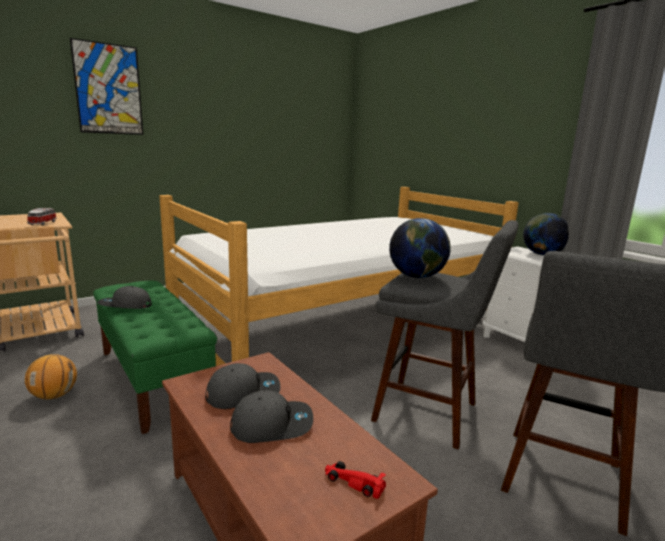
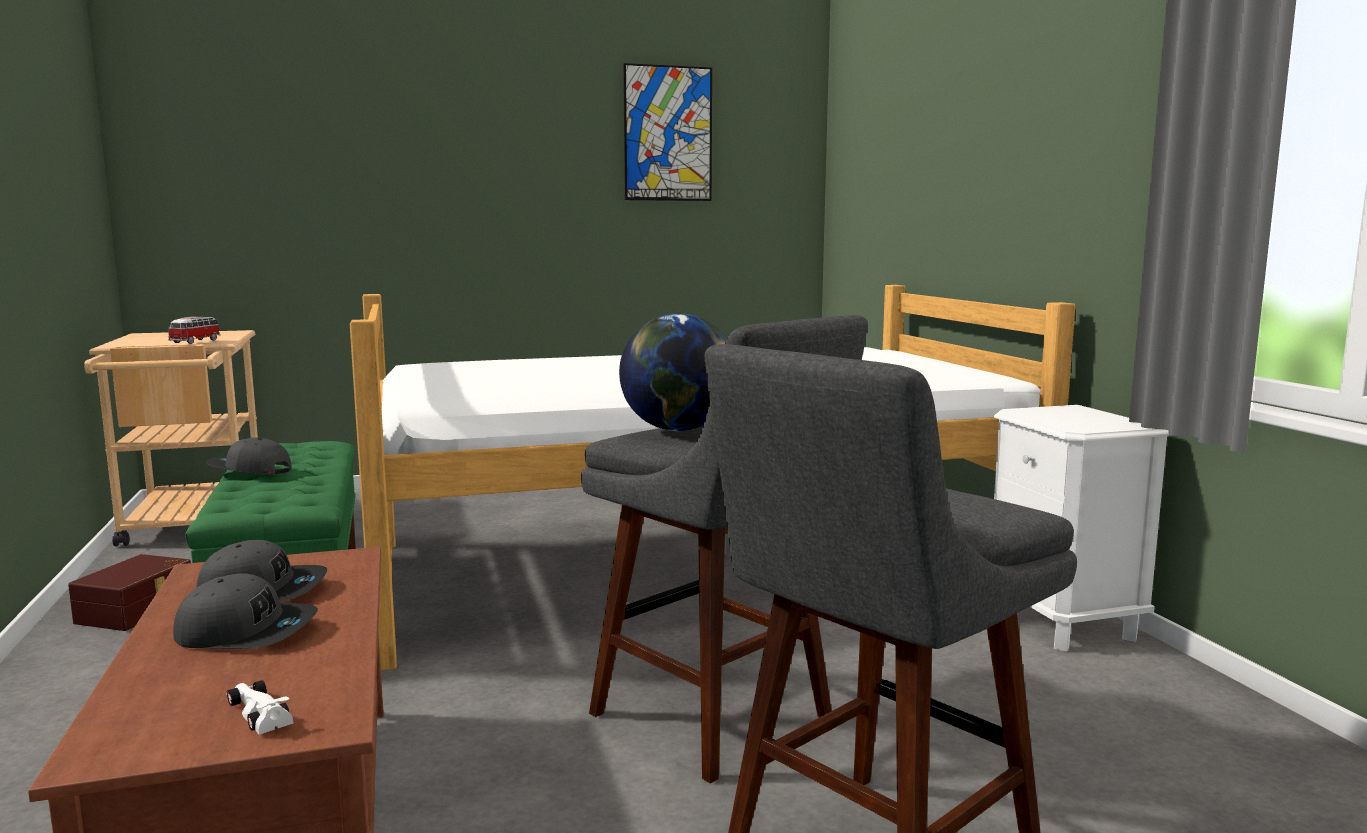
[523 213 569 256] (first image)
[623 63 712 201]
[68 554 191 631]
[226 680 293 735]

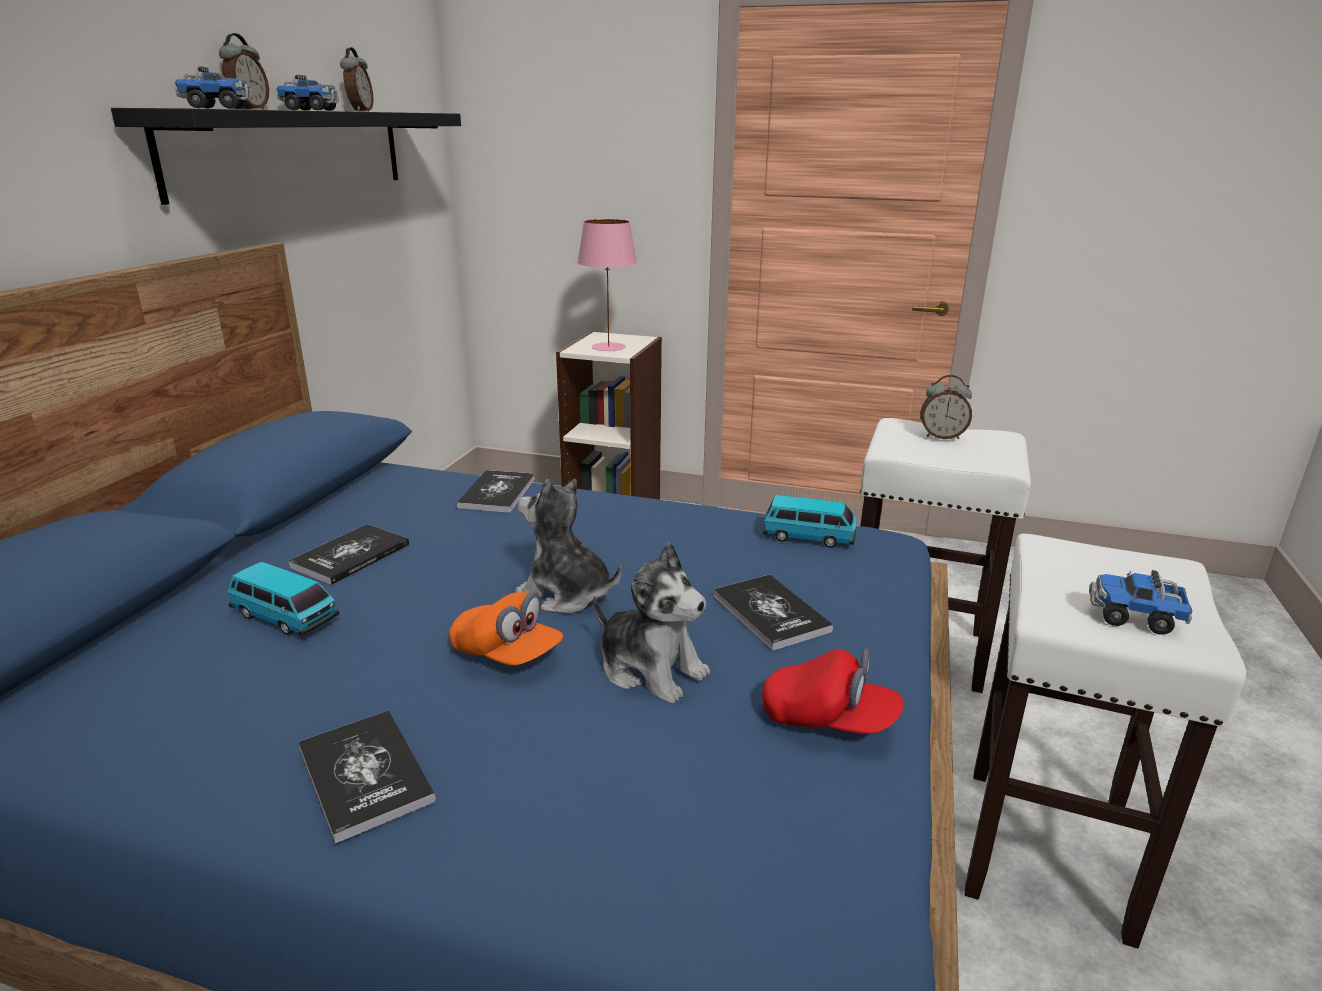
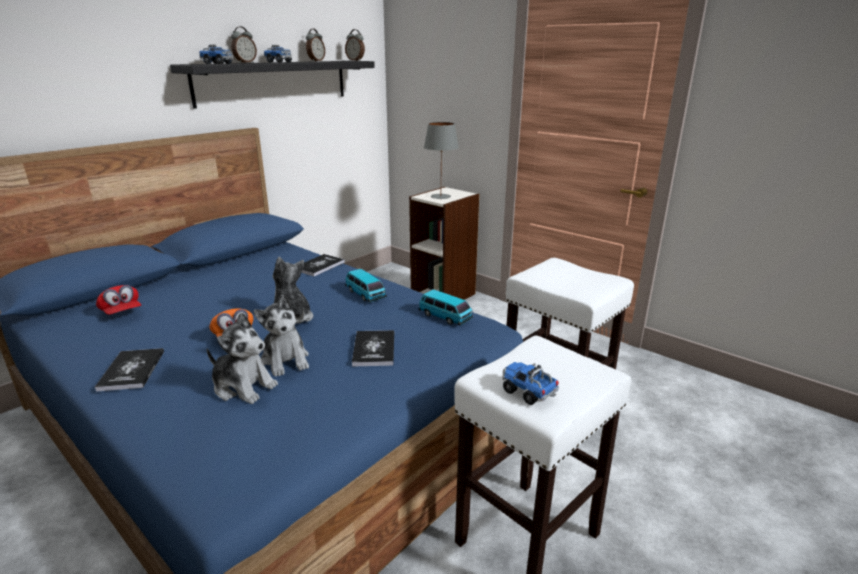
[288 524 410 585] (first image)
[207 312 278 404]
[345 269 387 302]
[96 285 141 315]
[345 29 365 61]
[424 122 459 199]

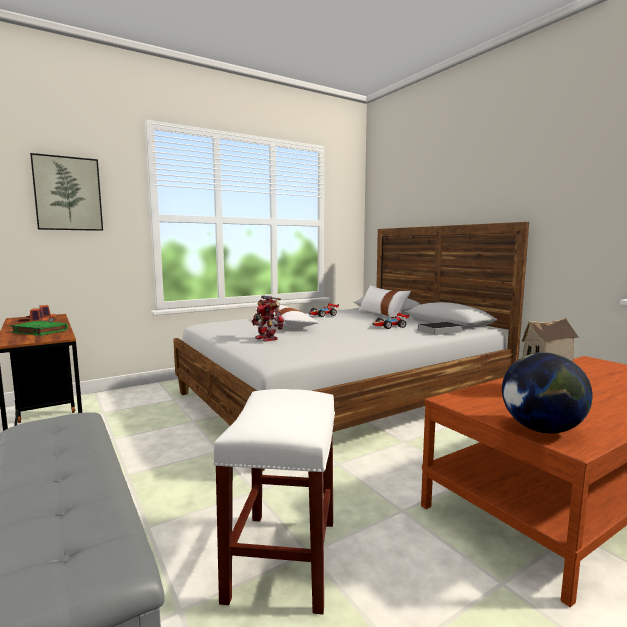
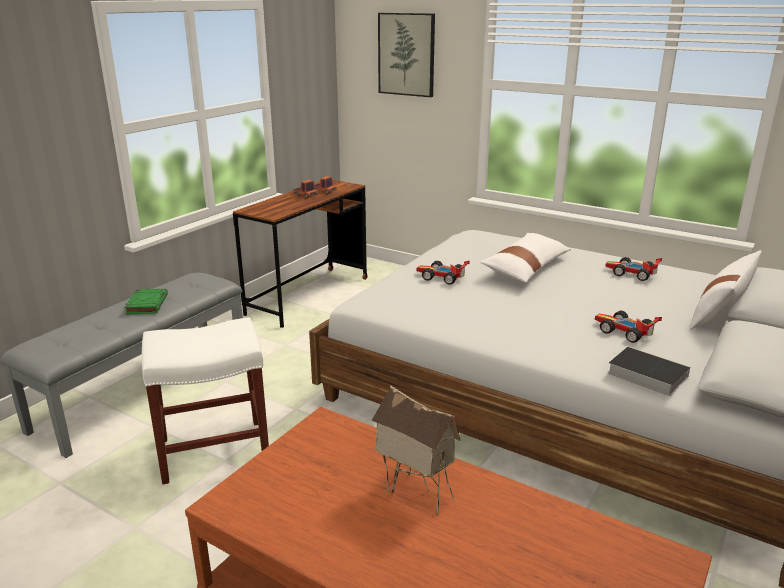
[502 352 593 433] (first image)
[124 289 168 315]
[416 260 470 285]

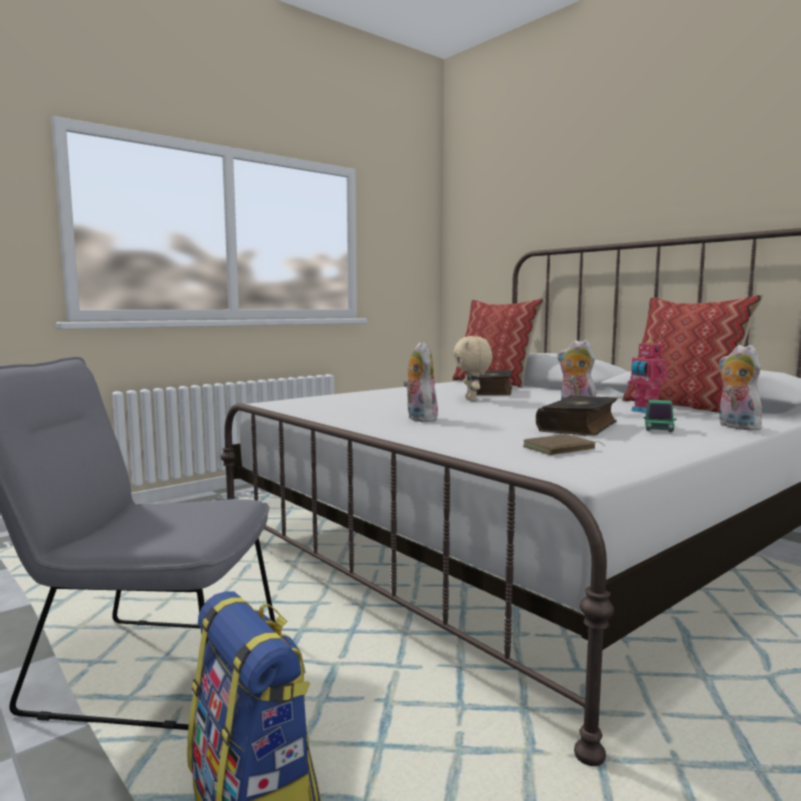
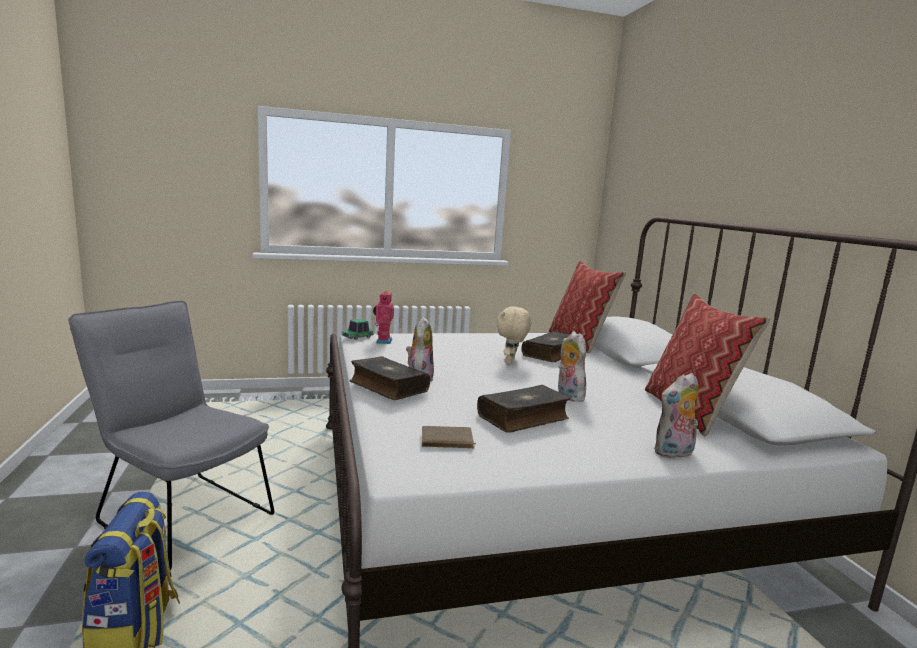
[350 356 430 400]
[373 290 394 344]
[342 319 374 340]
[654 373 699 459]

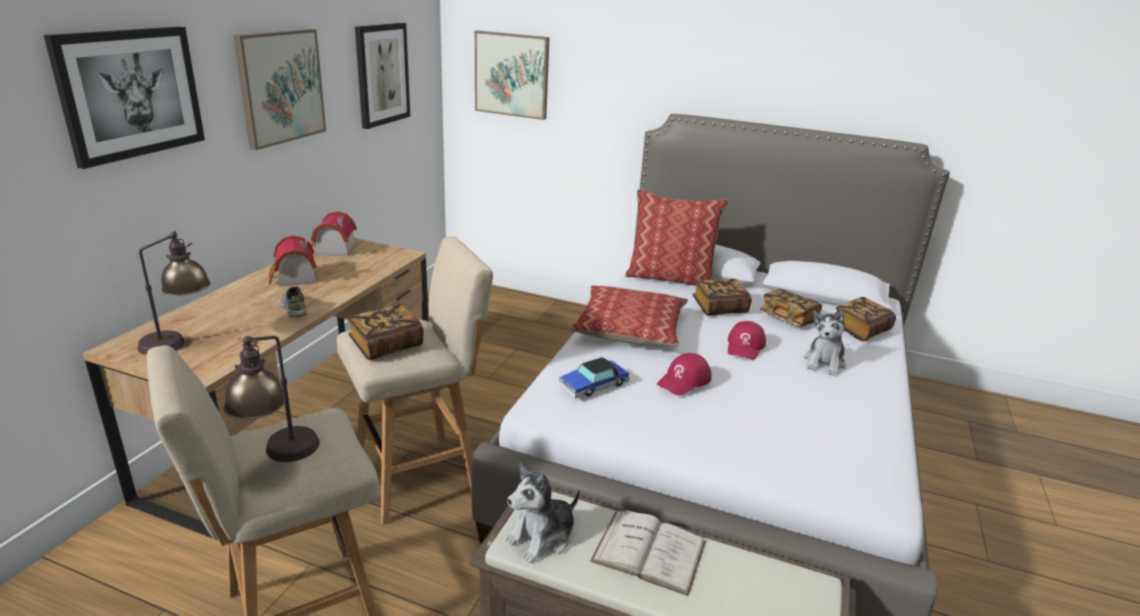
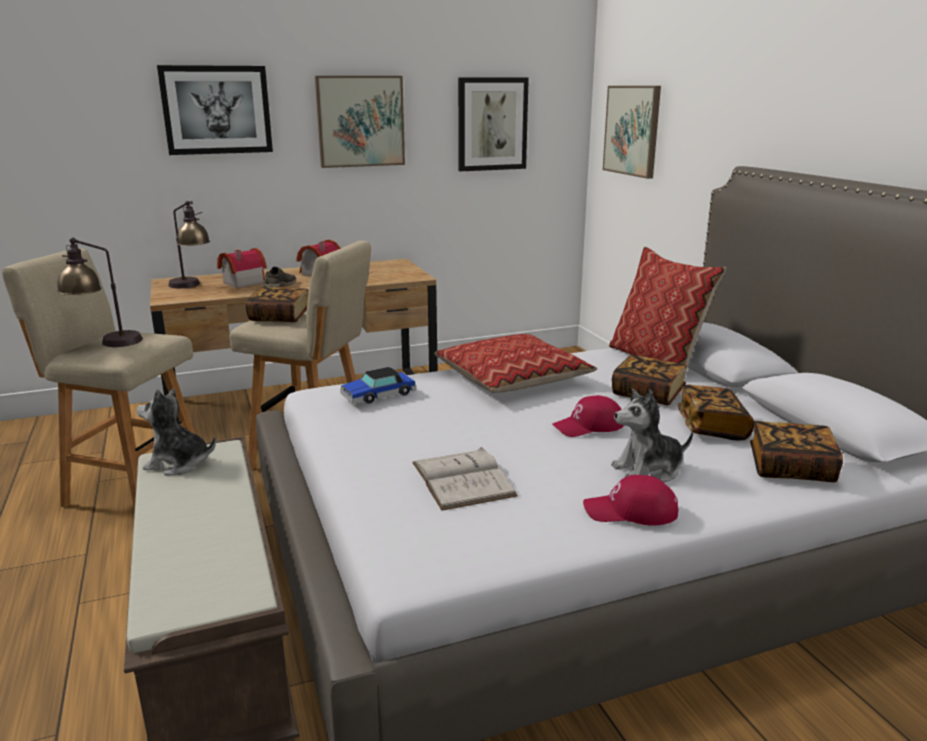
[217 248 267 288]
[412 447 518 511]
[583 475 678 525]
[340 367 416 404]

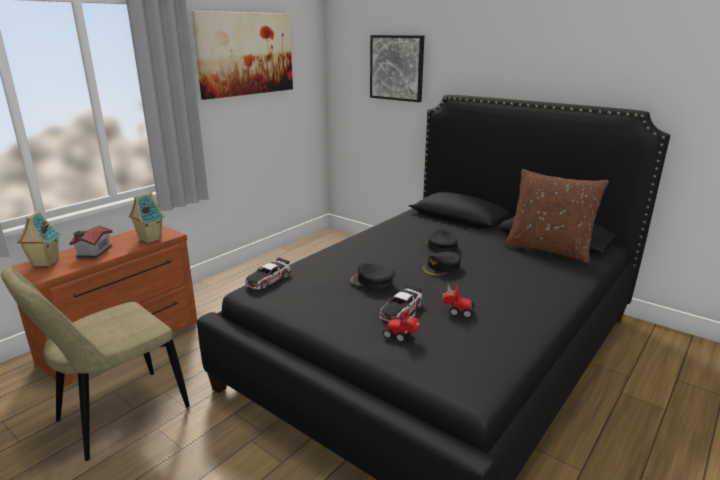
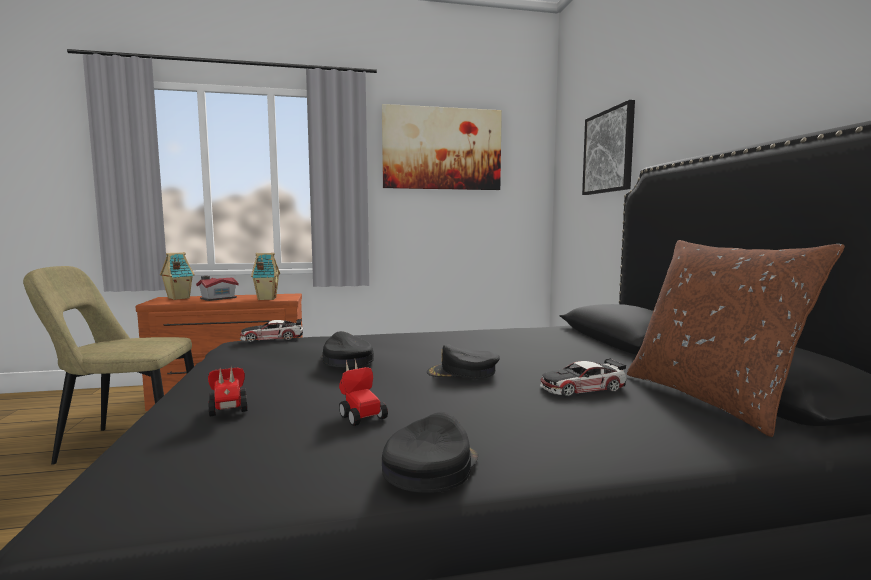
[540 358 627 396]
[382 412 478 493]

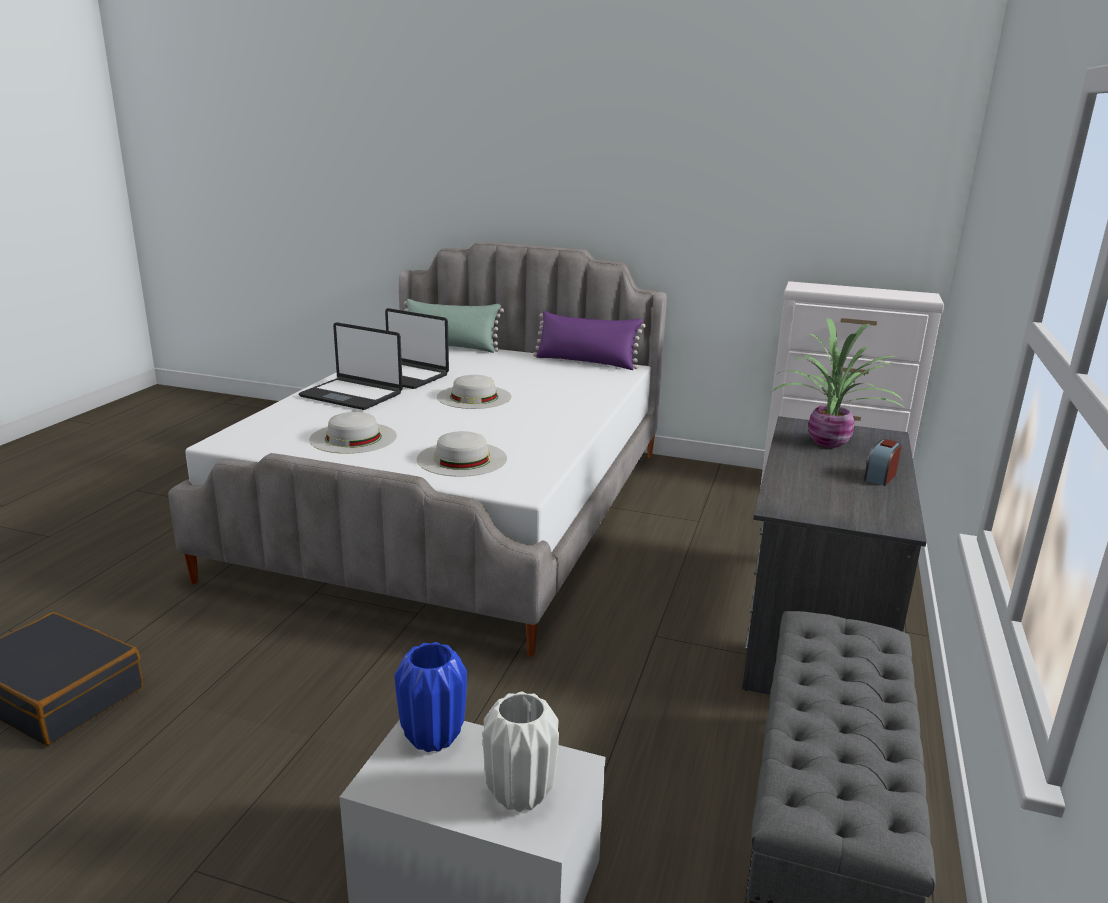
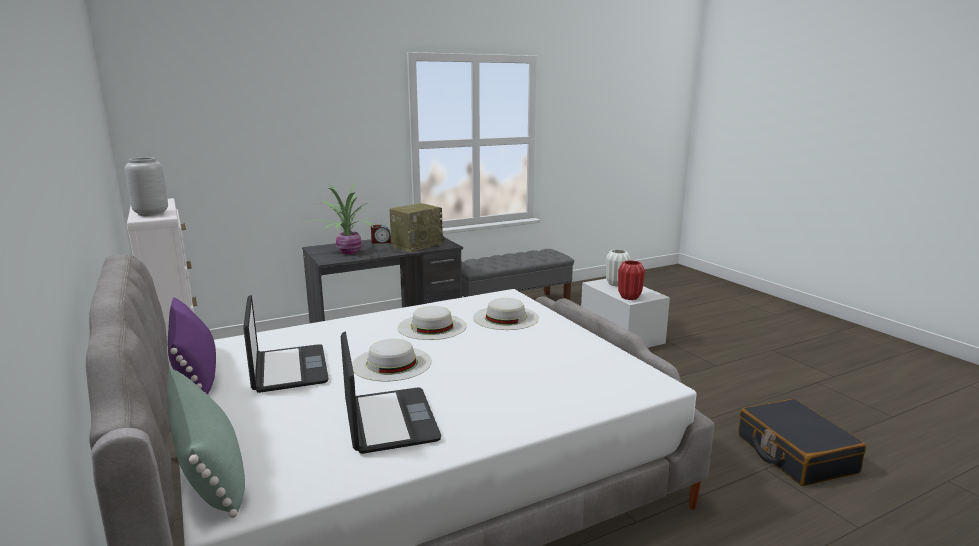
[125 157 168 216]
[389 203 445 252]
[243 295 329 393]
[398 306 467 340]
[618 260 645 300]

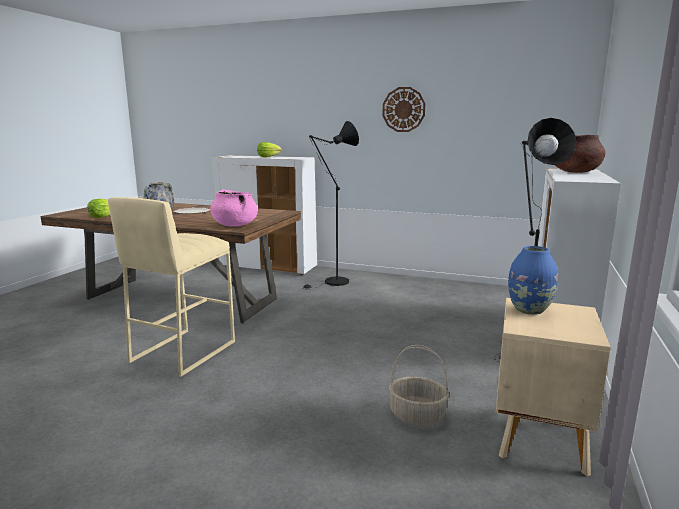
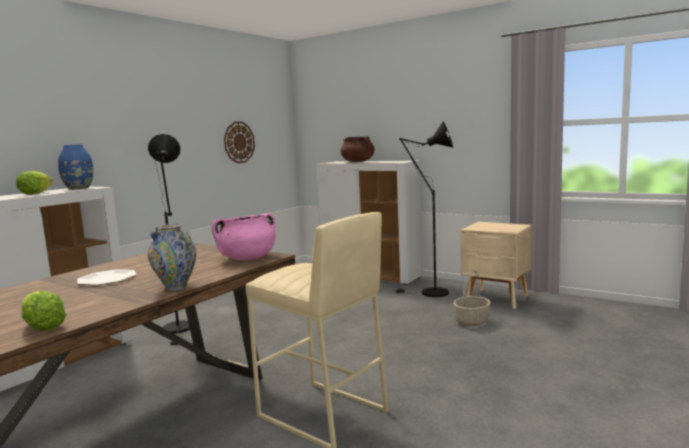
[224 122 255 163]
[58 144 94 190]

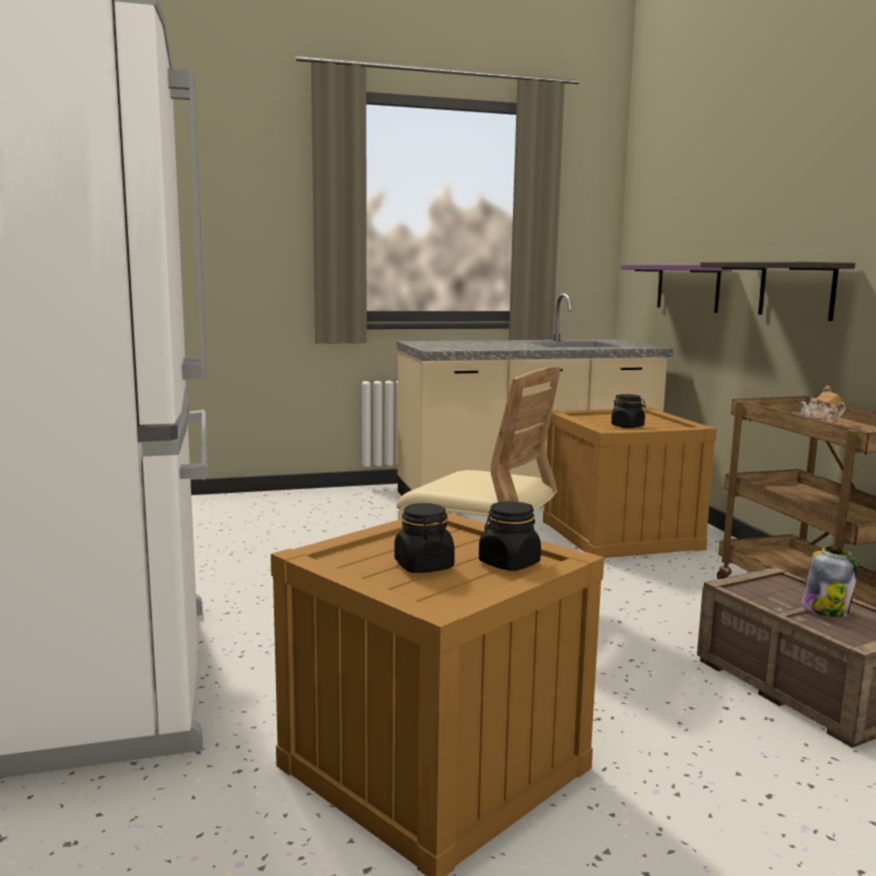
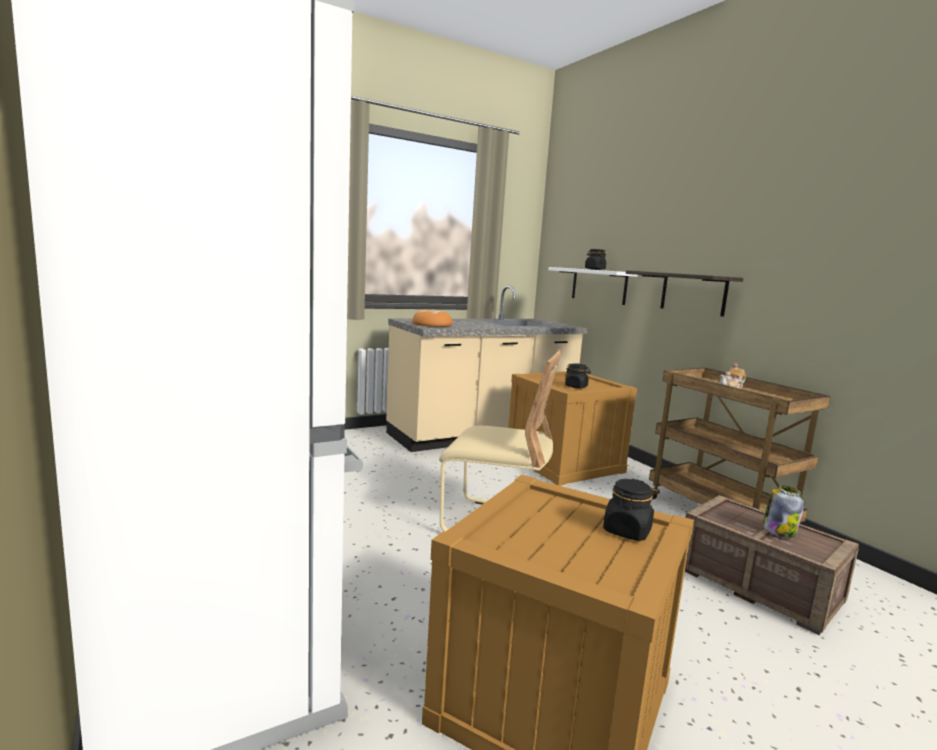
[412 310 453 327]
[585 249 606 270]
[548 267 638 305]

